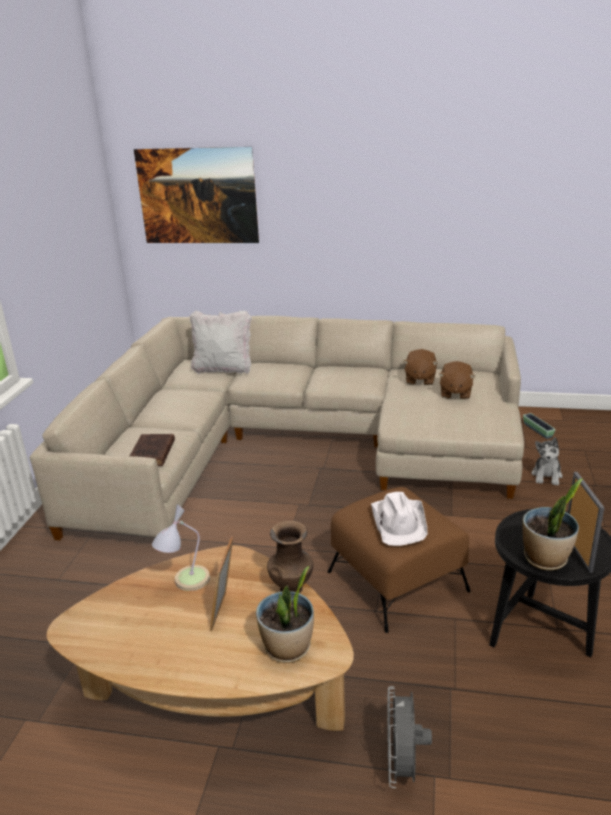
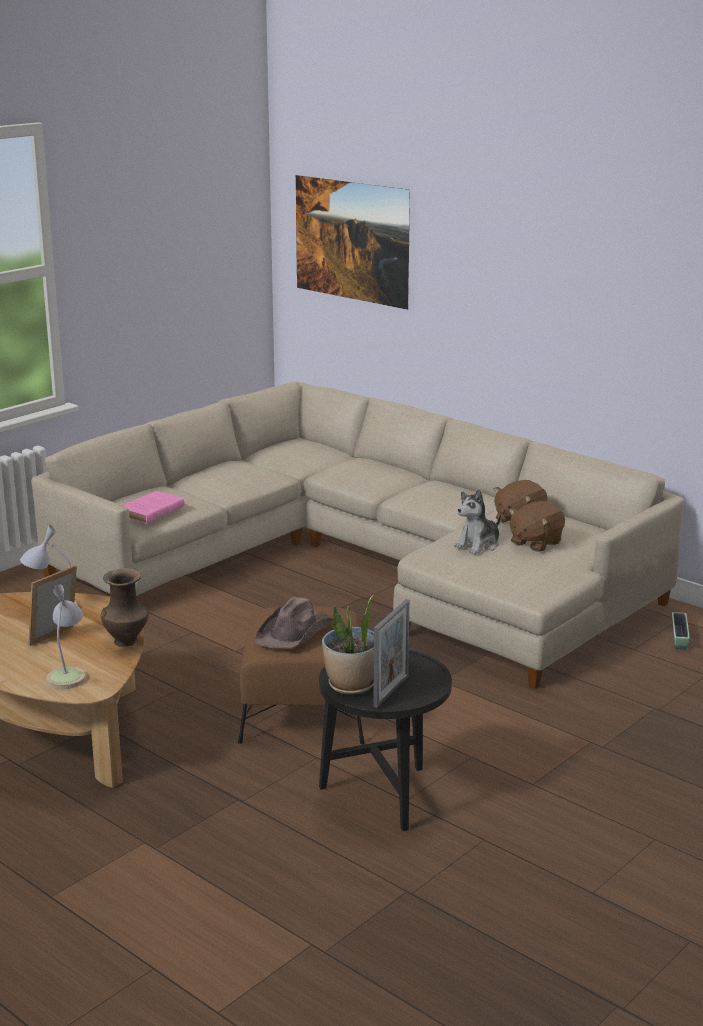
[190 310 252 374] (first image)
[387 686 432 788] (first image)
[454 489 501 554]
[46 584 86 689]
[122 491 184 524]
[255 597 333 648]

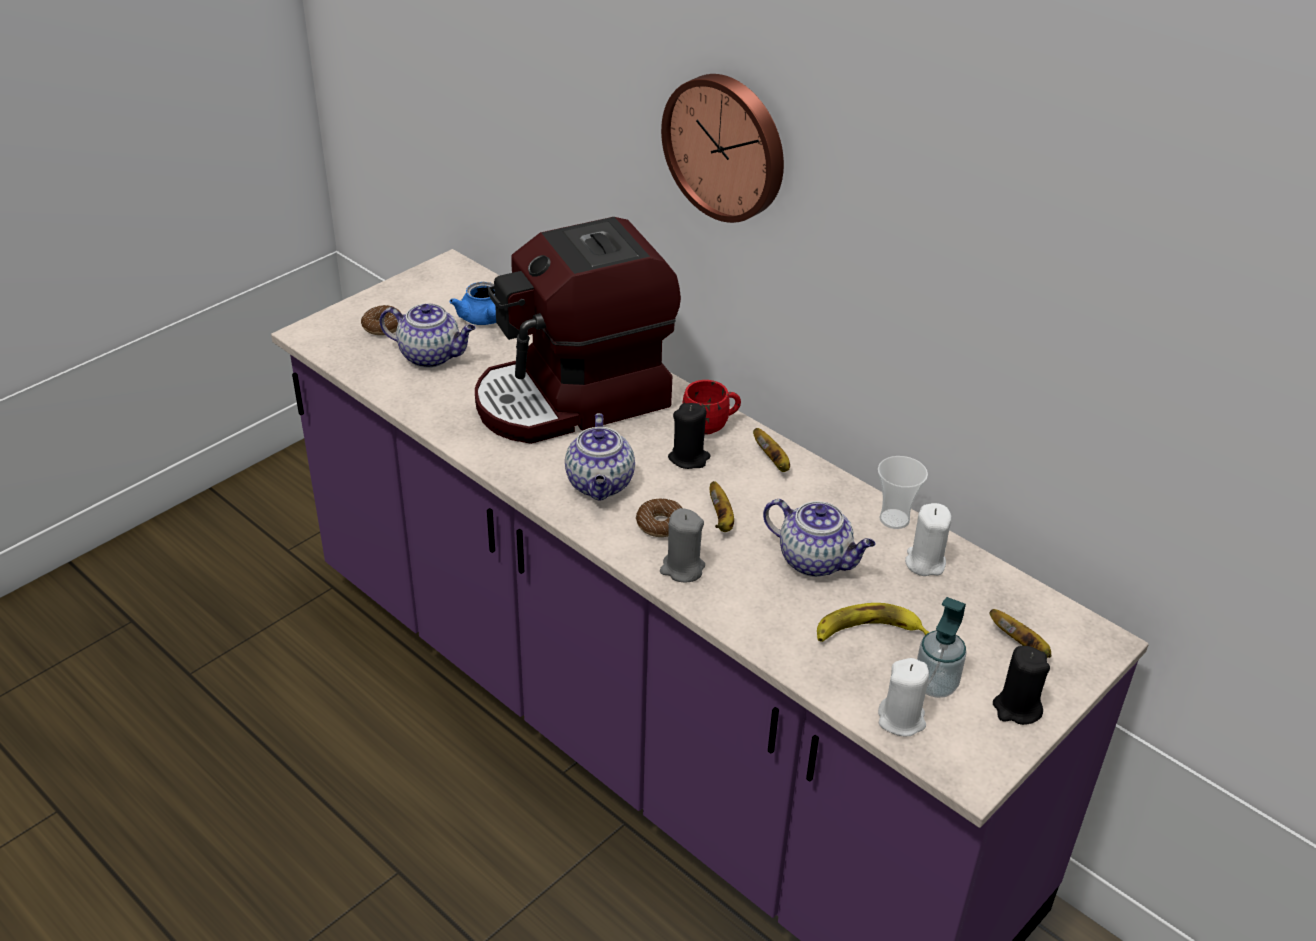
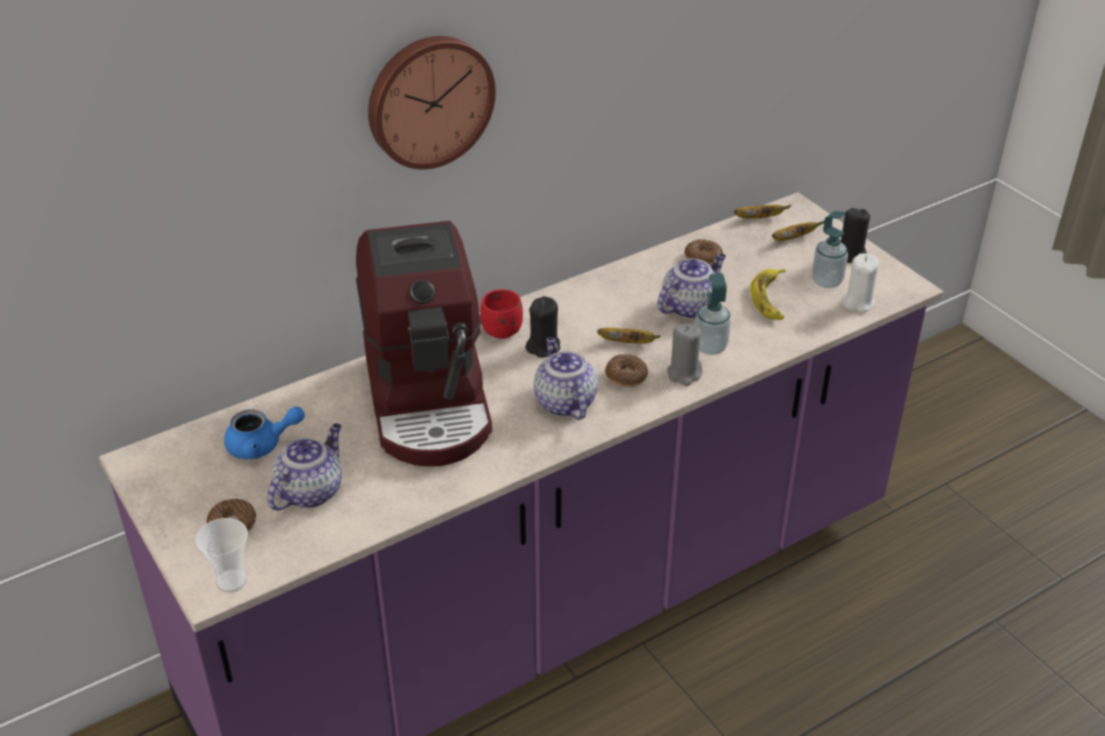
[695 273 731 355]
[734 205 791 219]
[195 518 248 593]
[685 239 723 266]
[534 337 598 420]

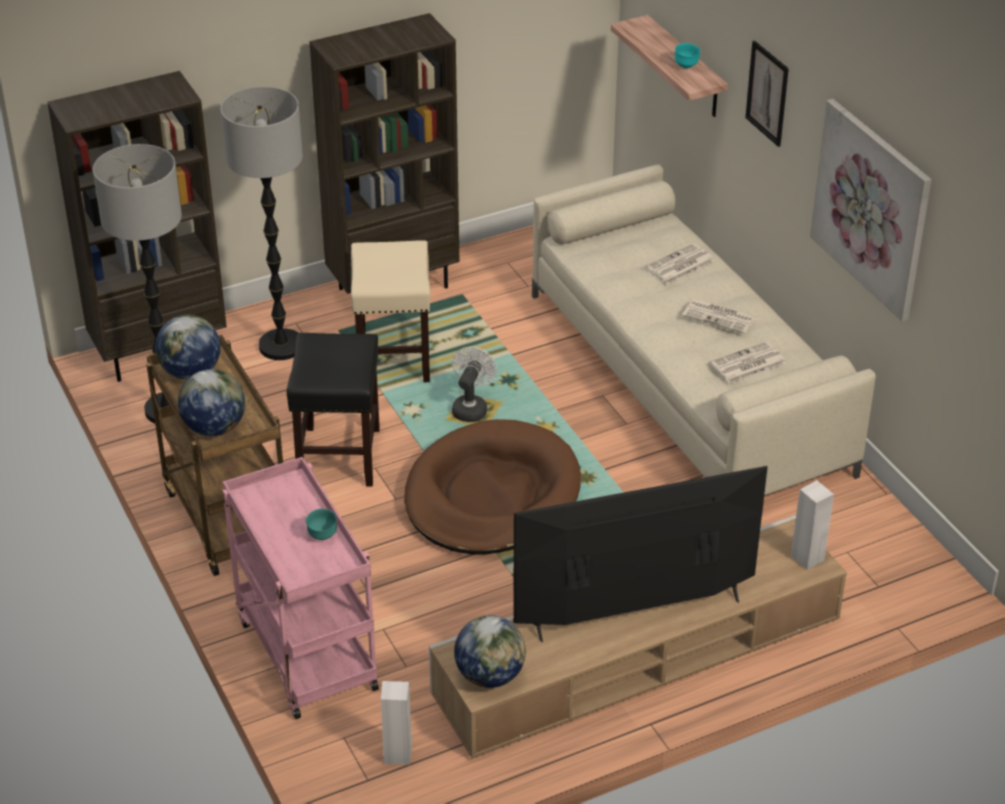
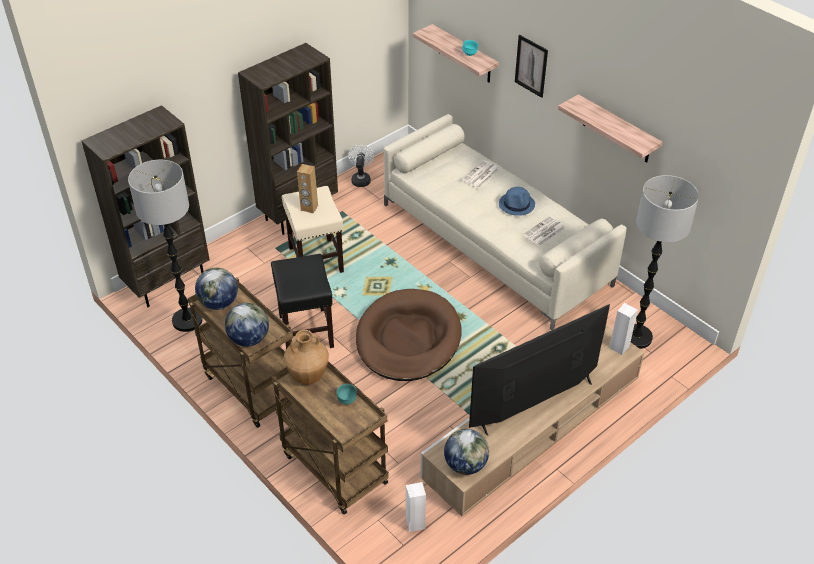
[283 330 329 384]
[297 164 318 213]
[631 175 699 349]
[348 145 374 187]
[499 187 535 216]
[558 94 662 163]
[271 361 389 515]

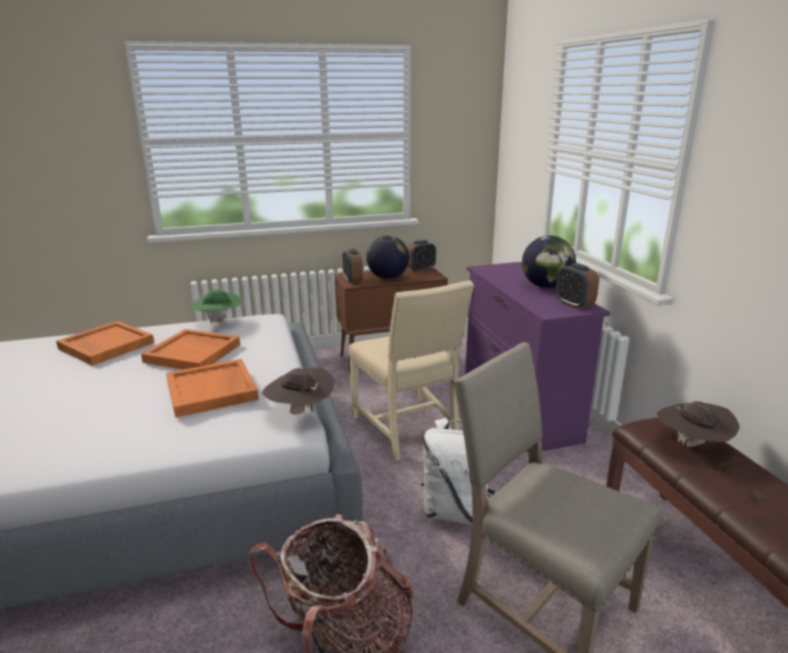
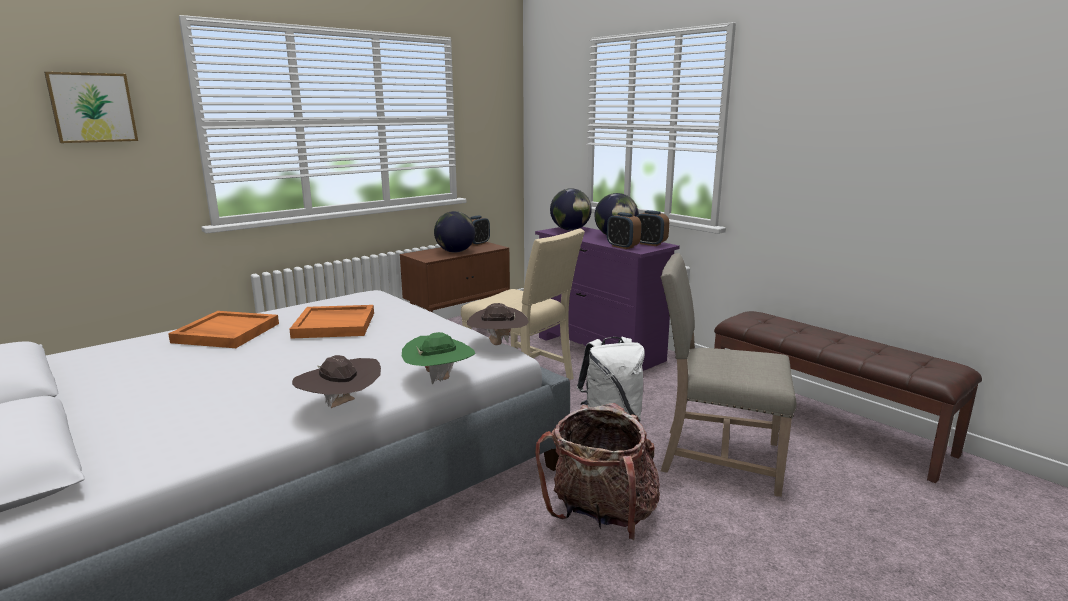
[166 359 259 418] (first image)
[44 72 138 143]
[550 188 592 230]
[402 332 475 384]
[607 212 641 249]
[292 355 381 408]

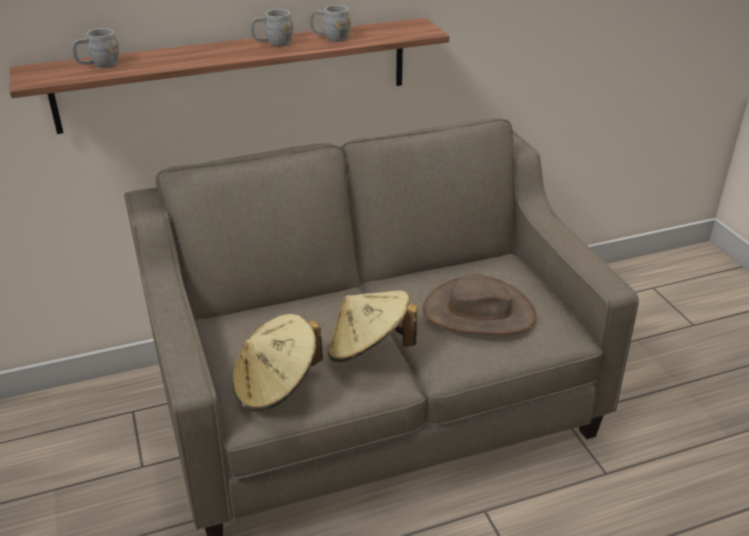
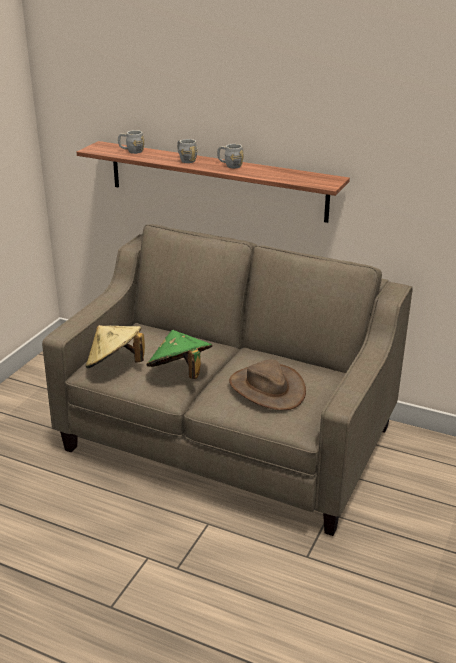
[177 139 197 163]
[146 330 212 379]

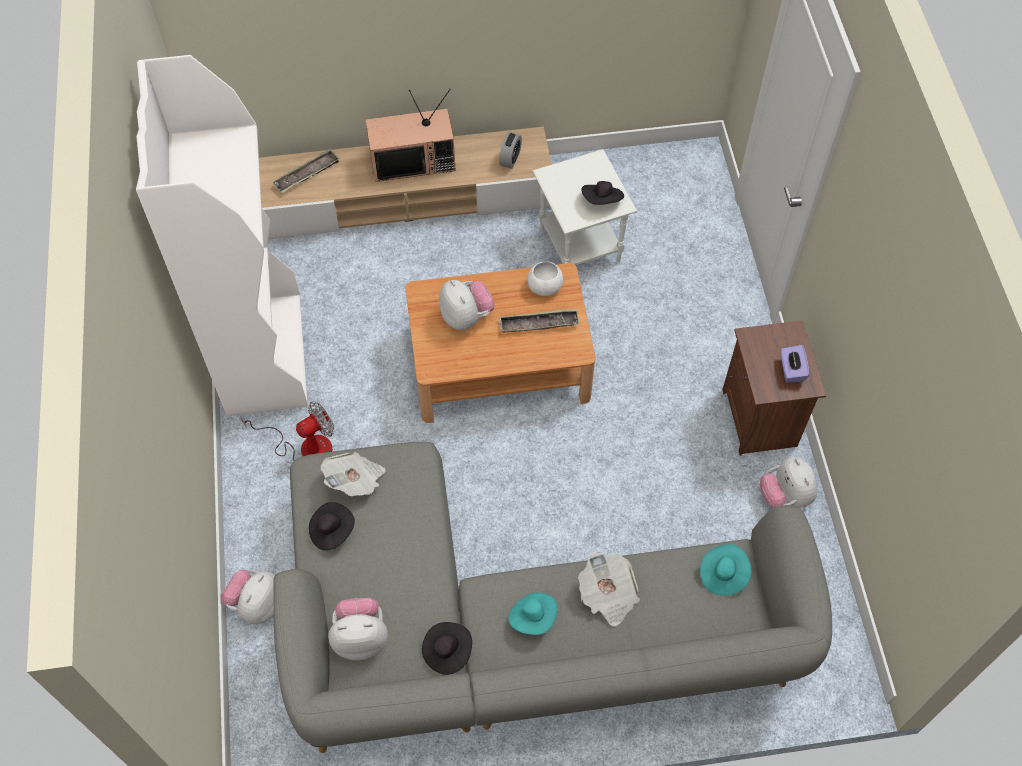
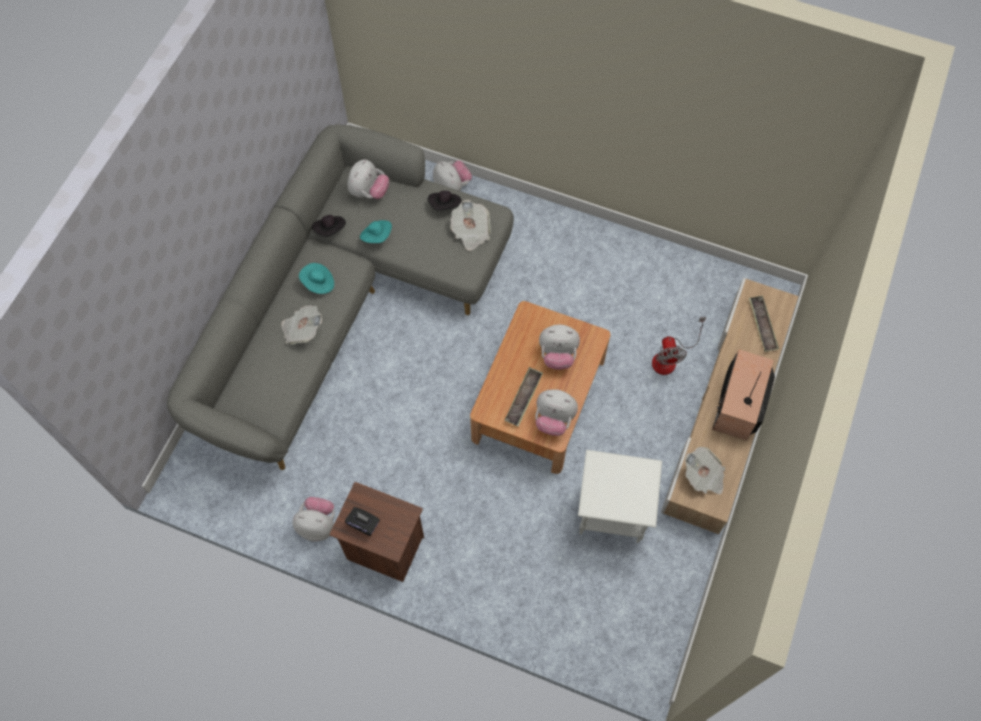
[136 55 308 416] (first image)
[581 181 624 205] (first image)
[652 317 706 375]
[360 220 392 243]
[685 447 725 494]
[535 389 578 436]
[345 507 380 536]

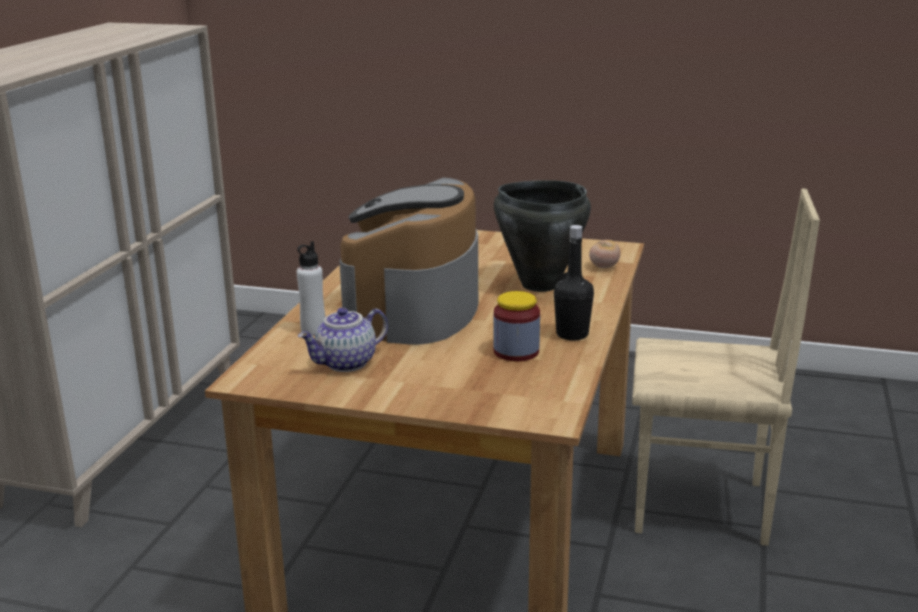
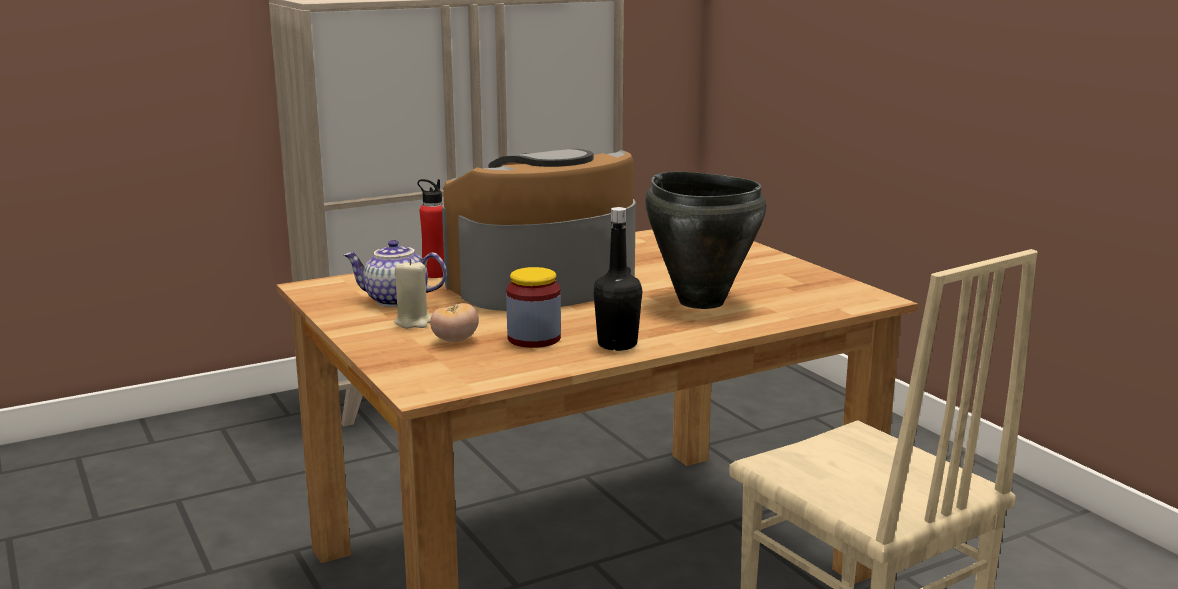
[394 259 431 328]
[430 303 479 342]
[417 179 444 278]

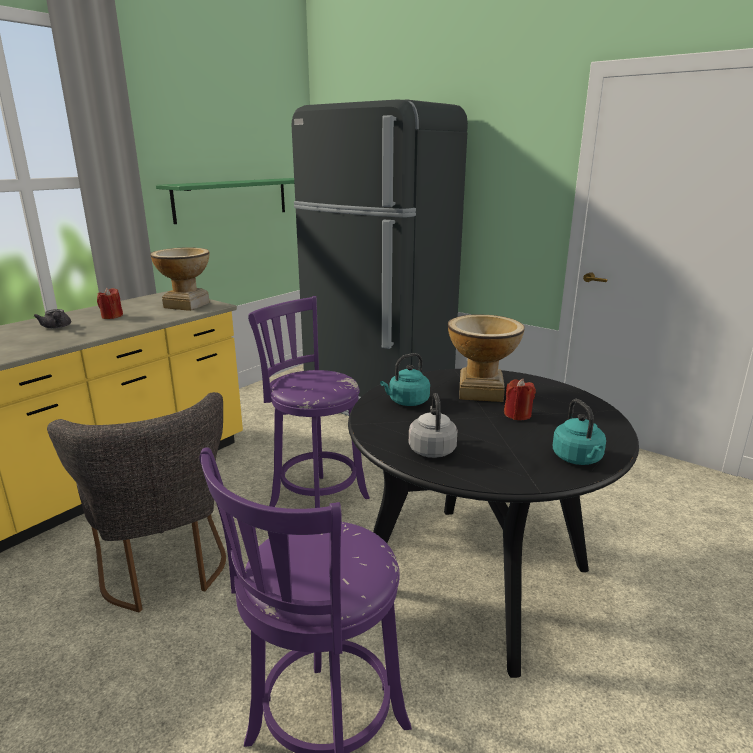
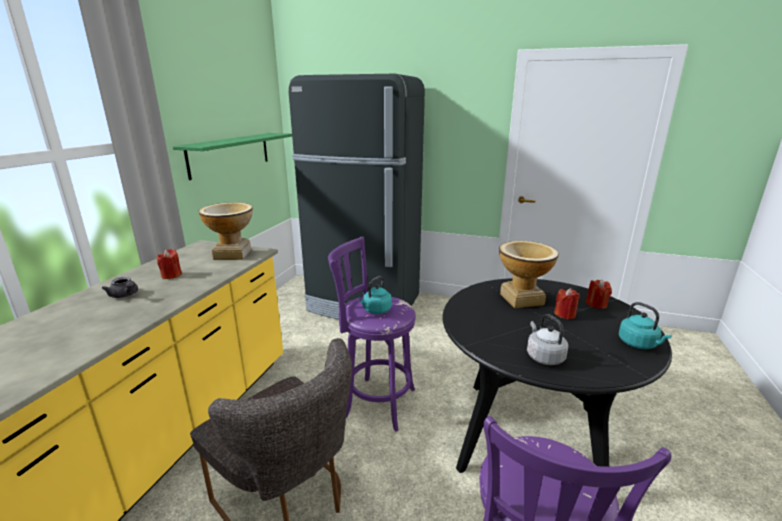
[586 280 612 309]
[359 276 392 314]

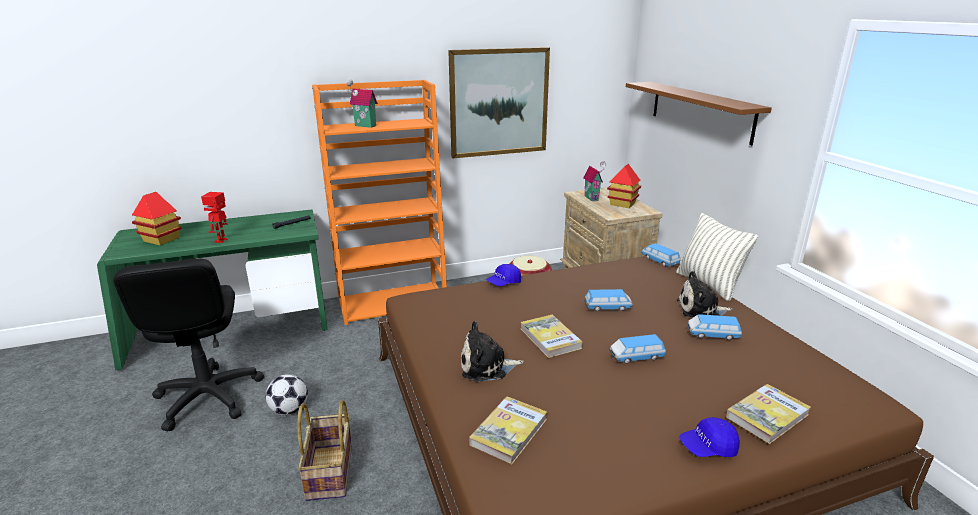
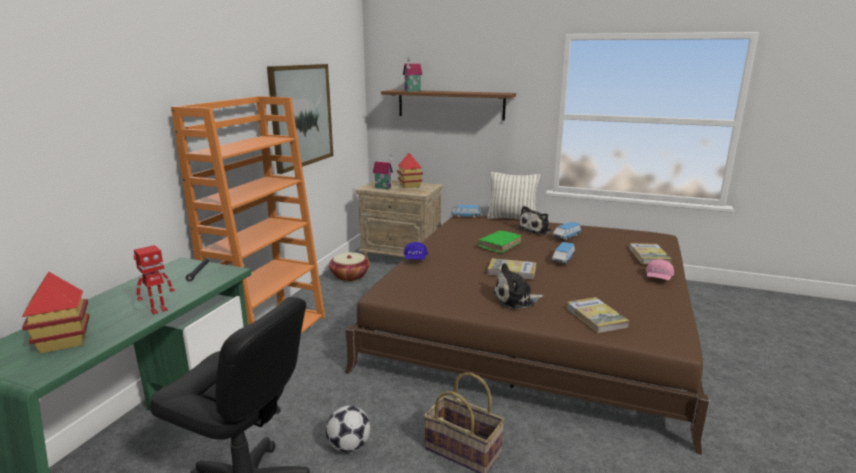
[403 57 423 92]
[478 231 521 253]
[646 259 674 280]
[134 245 175 315]
[493 263 544 309]

